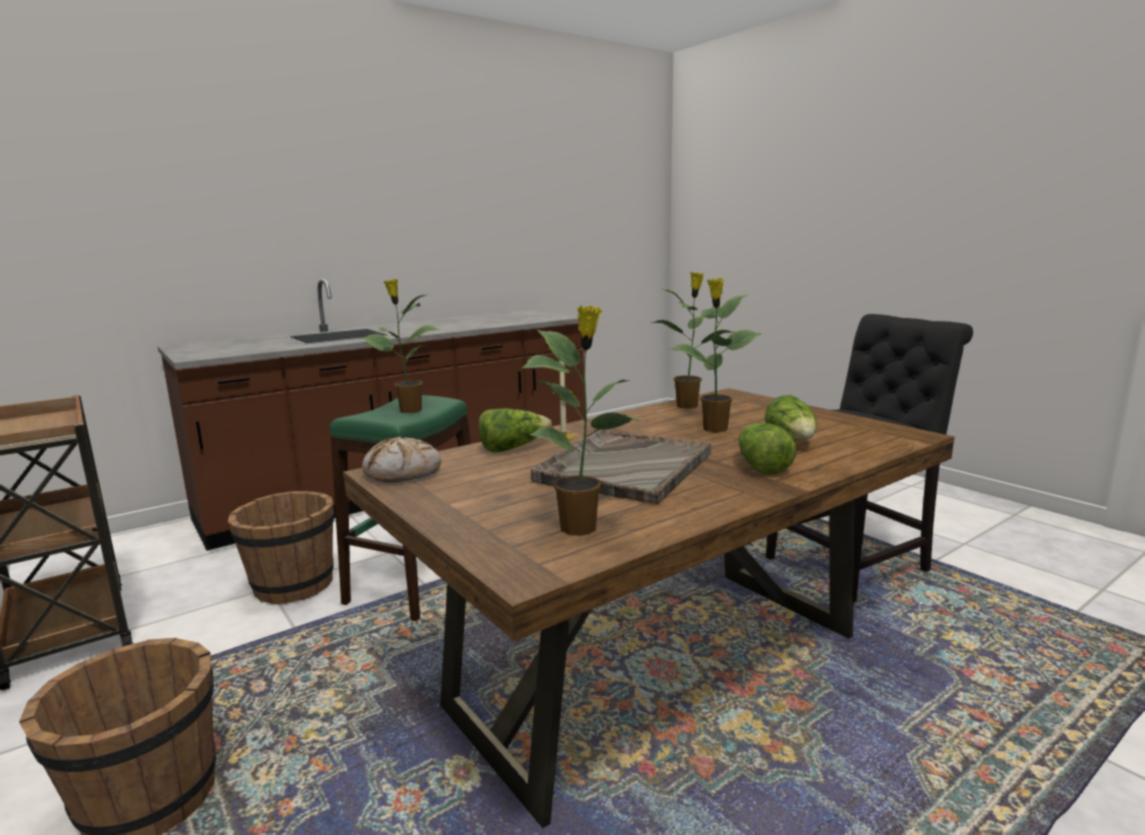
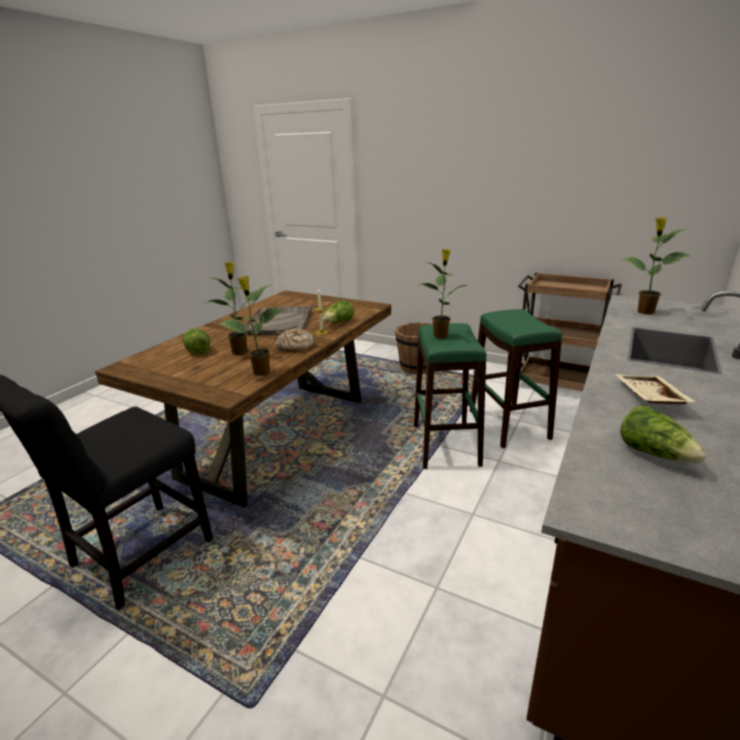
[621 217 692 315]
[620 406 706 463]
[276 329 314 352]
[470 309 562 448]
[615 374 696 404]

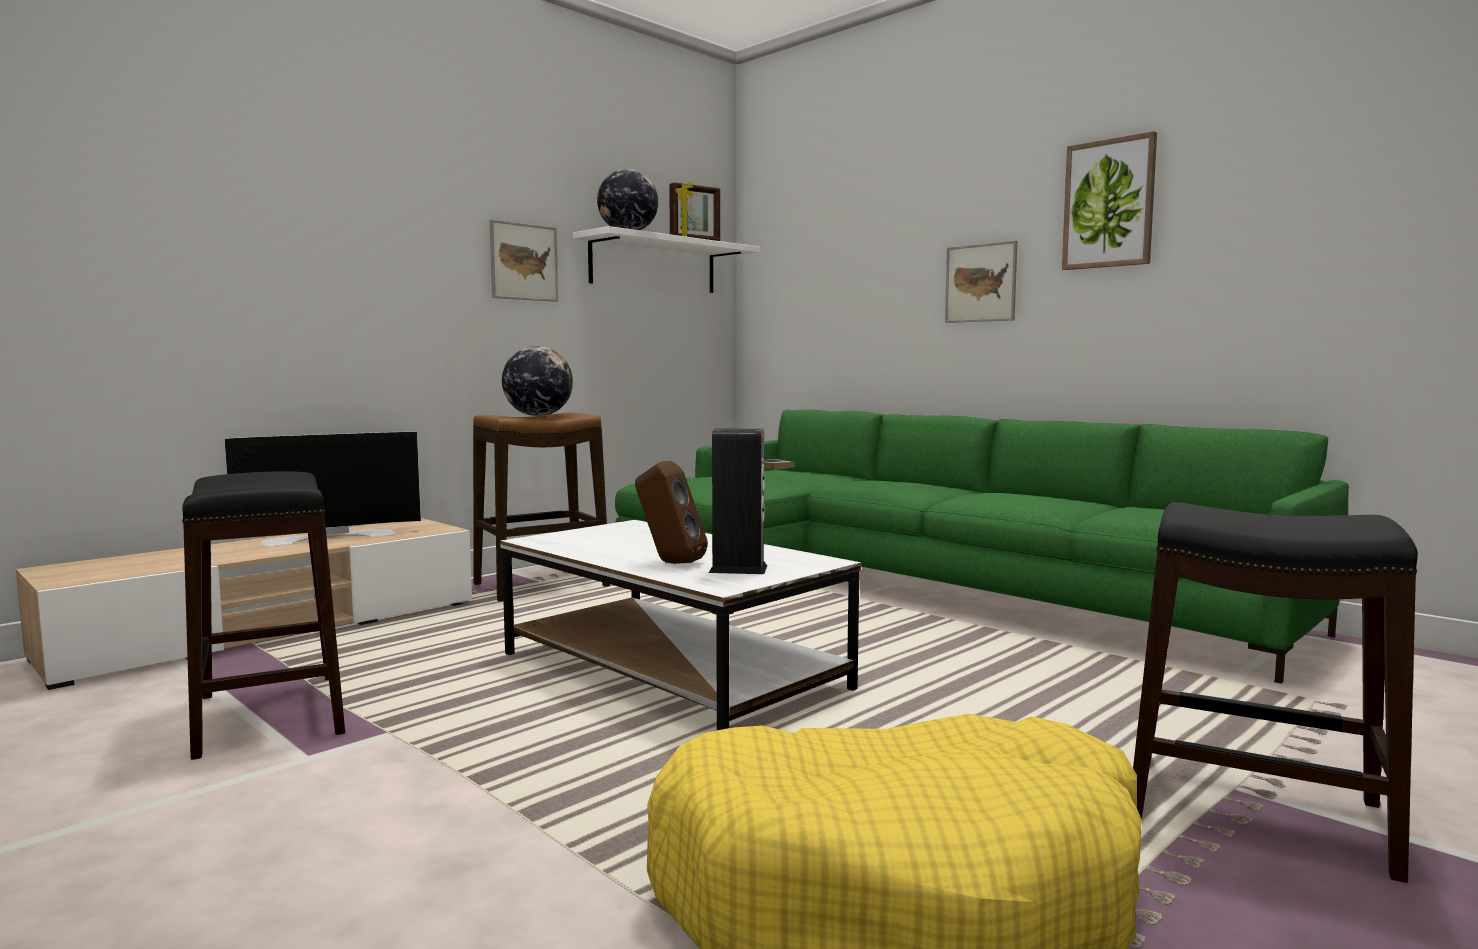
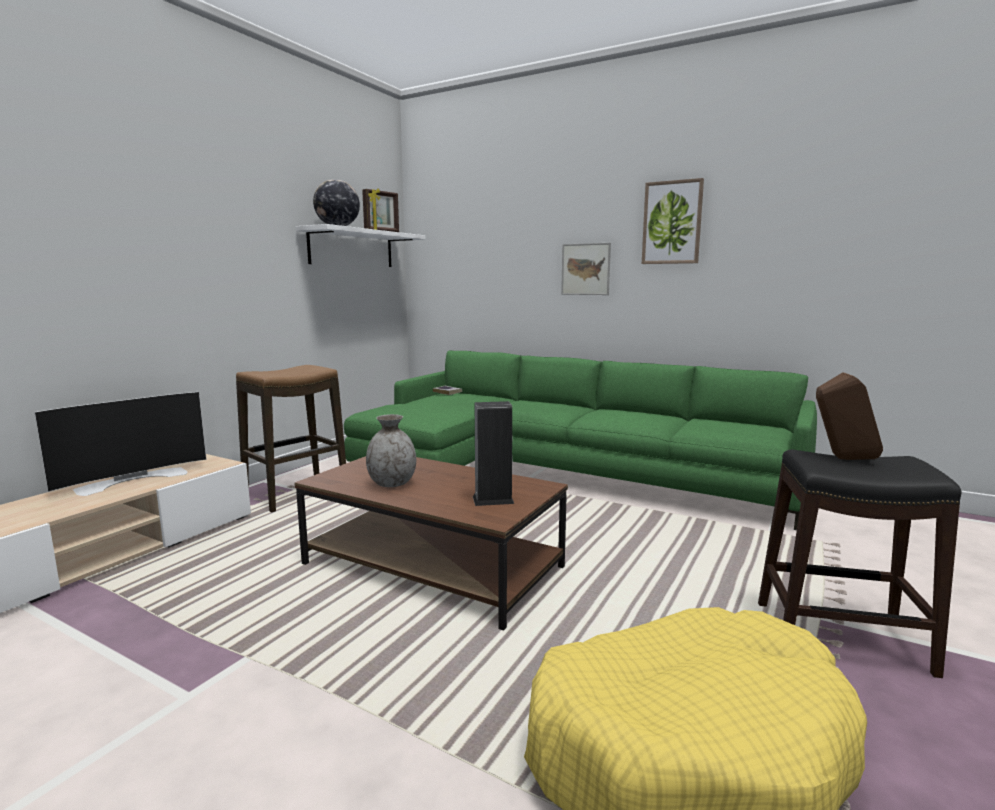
[490 219 558 302] (first image)
[502 346 573 416] (first image)
[816 372 883 460]
[182 471 345 760] (first image)
[295 456 568 631]
[366 414 416 487]

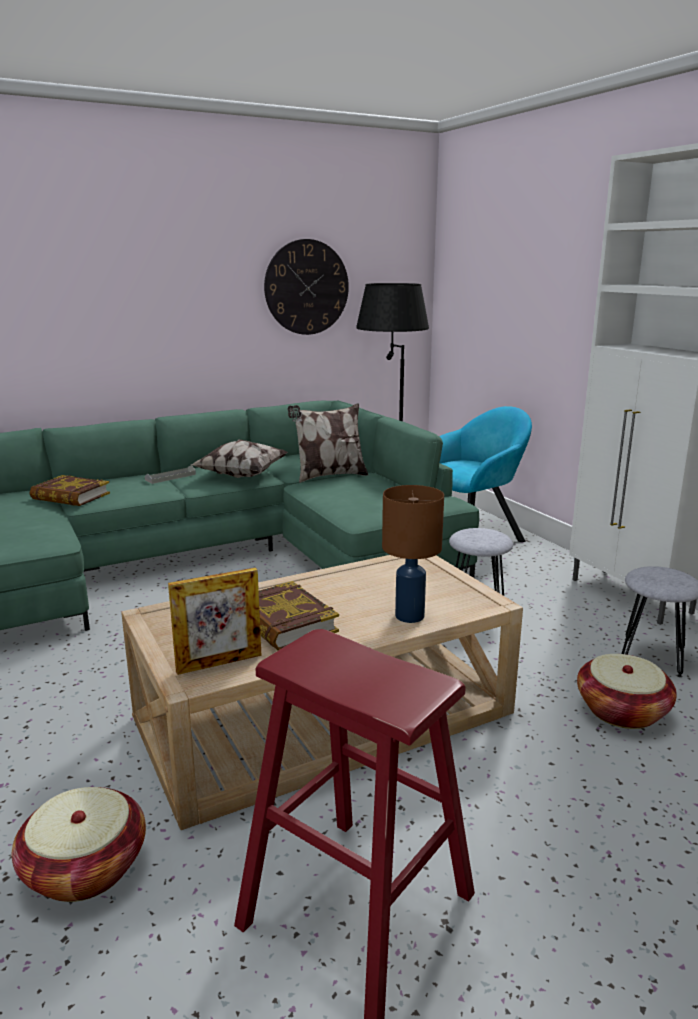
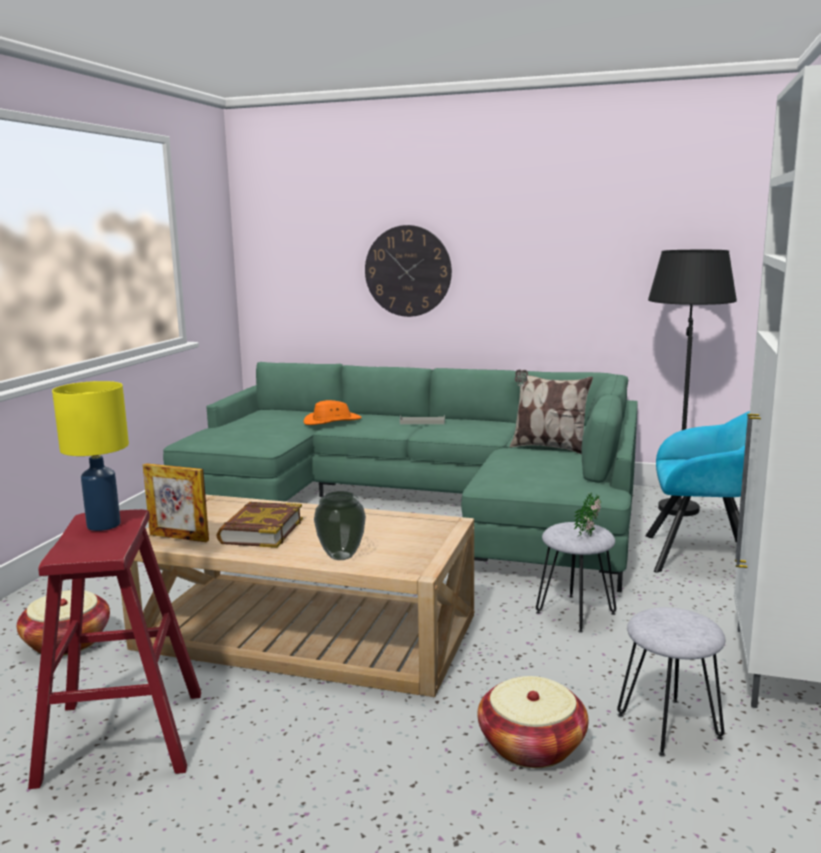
[365 225 452 317]
[191 440 288 478] (first image)
[304 400 362 425]
[314 491 366 560]
[52 381 129 531]
[574 493 601 537]

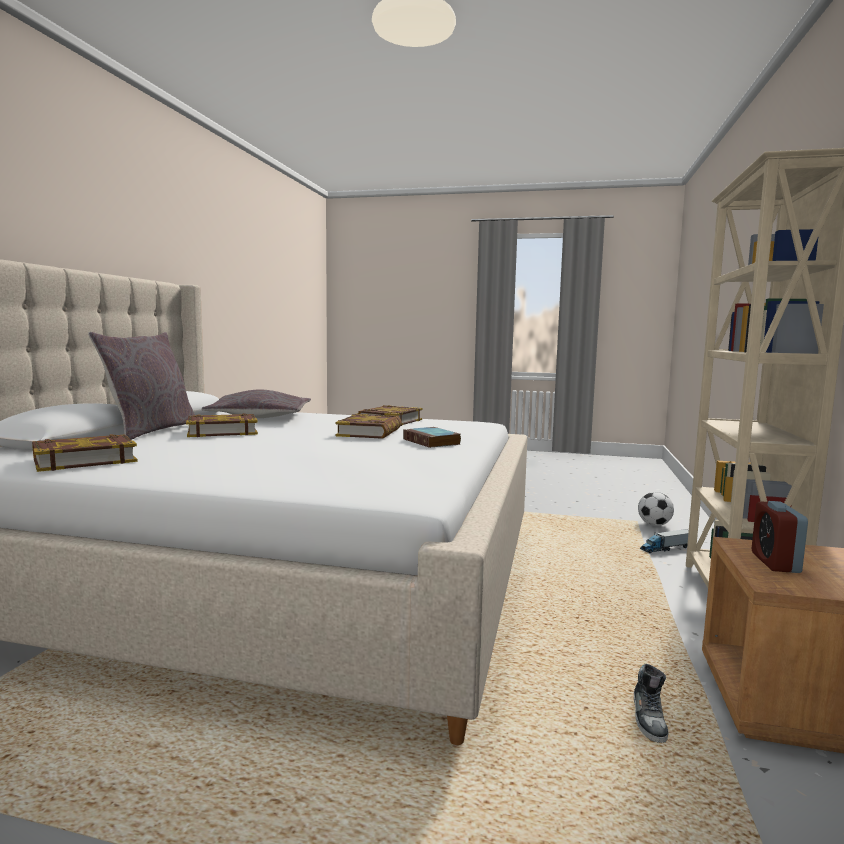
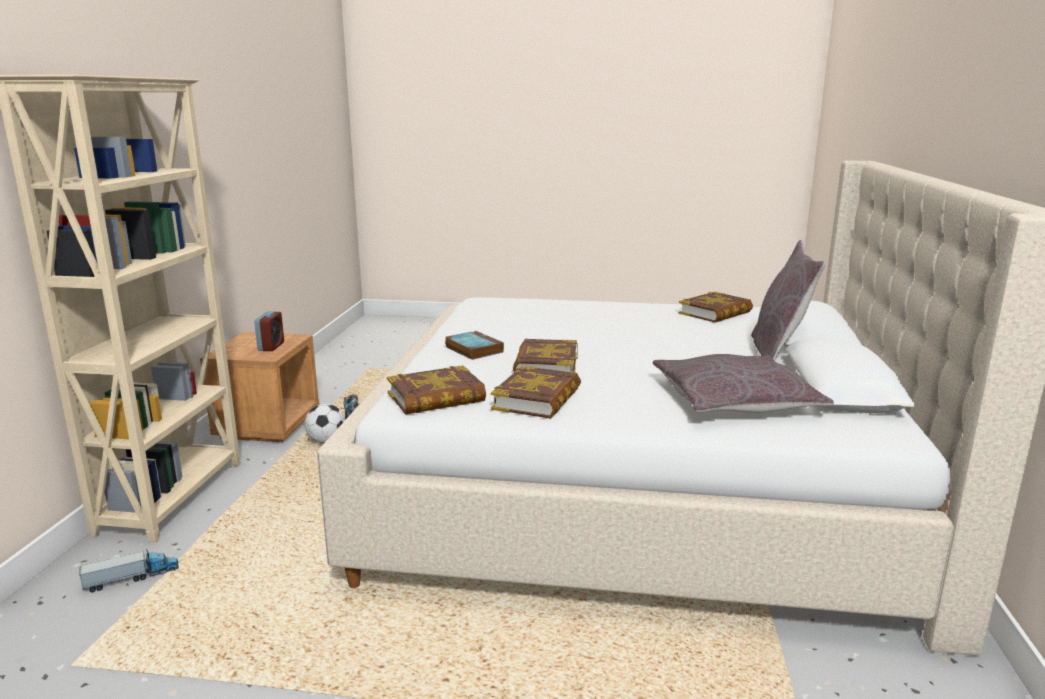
[387 365 486 415]
[305 404 345 444]

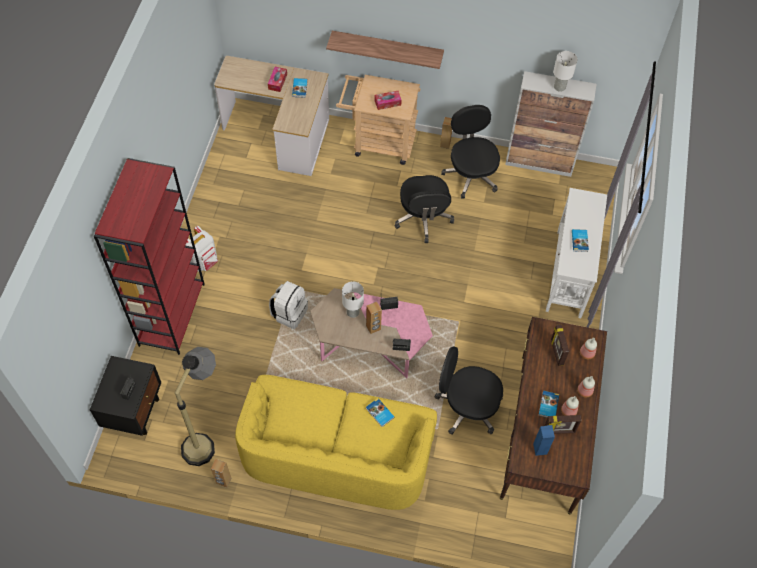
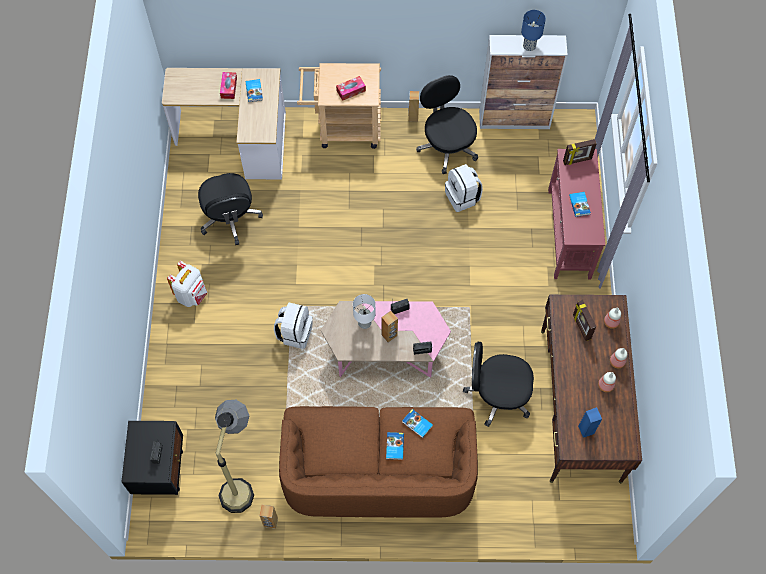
[326 31 444 69] (first image)
[521 10 546 51]
[94 158 205 355] (first image)
[198 173 263 245]
[548 149 605 279]
[279 406 478 518]
[386 432 404 460]
[563 139 597 165]
[445 164 483 212]

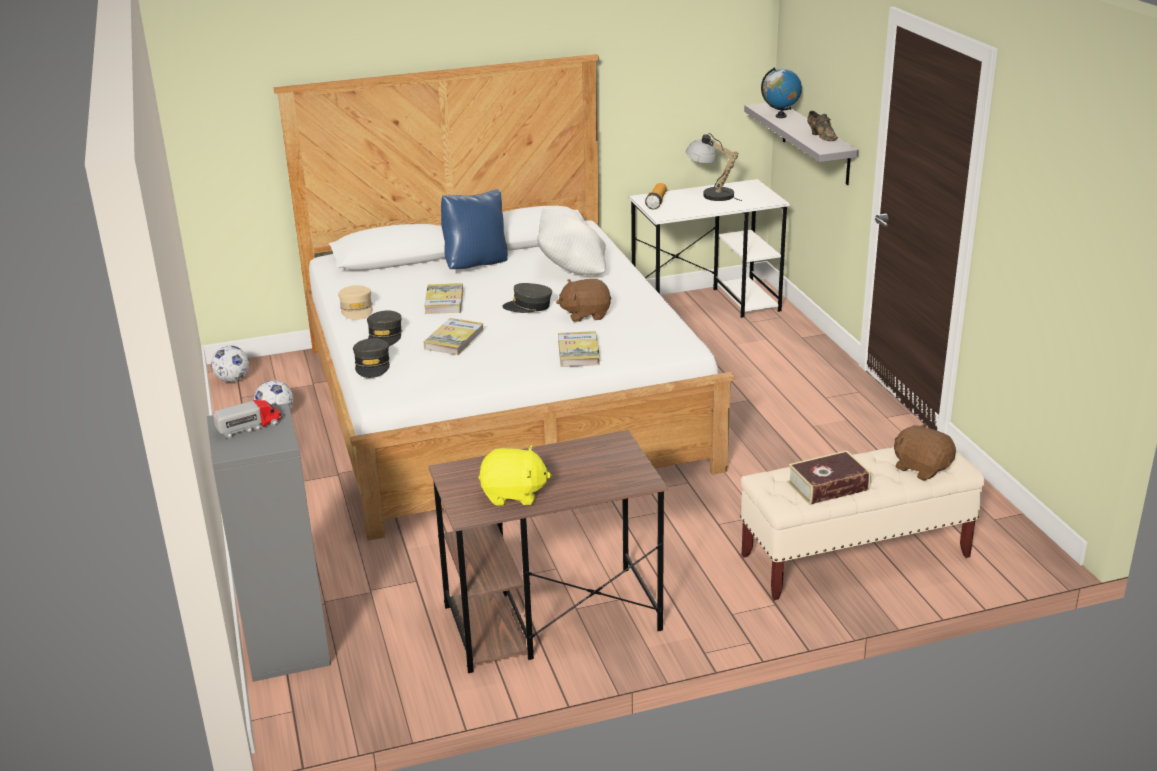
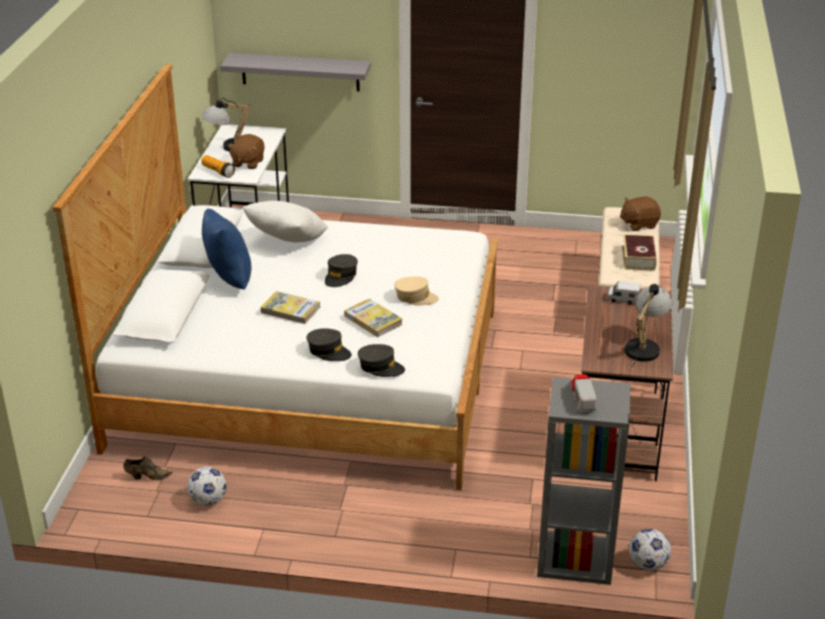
[761 67 802 118] (first image)
[123 457 172 480]
[228 134 265 169]
[394 276 439 306]
[558 331 600 367] (first image)
[629 529 671 571]
[624 284 672 367]
[607 281 641 304]

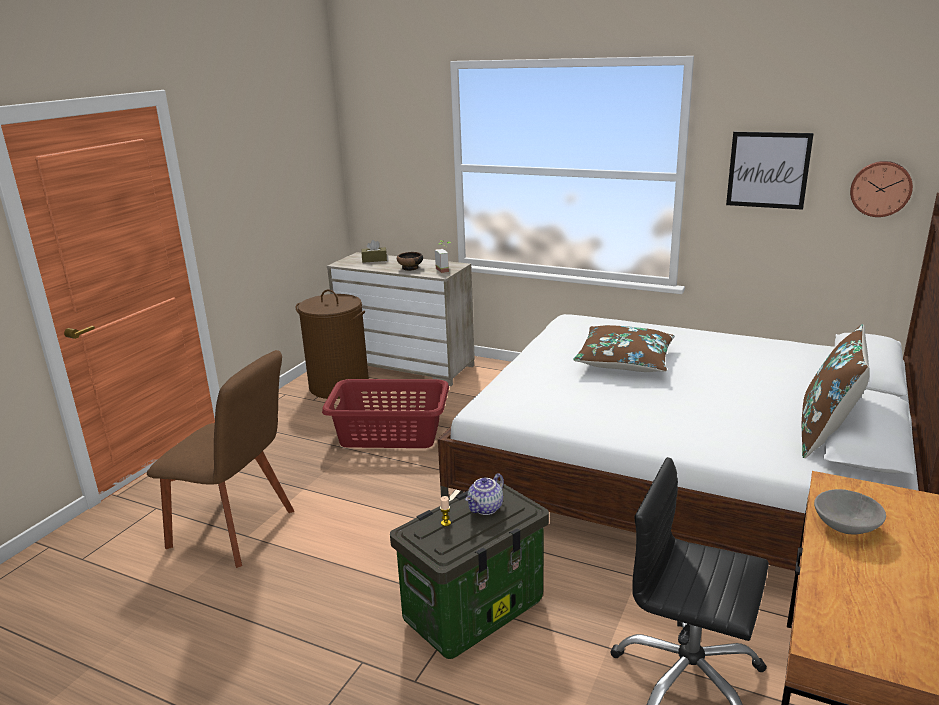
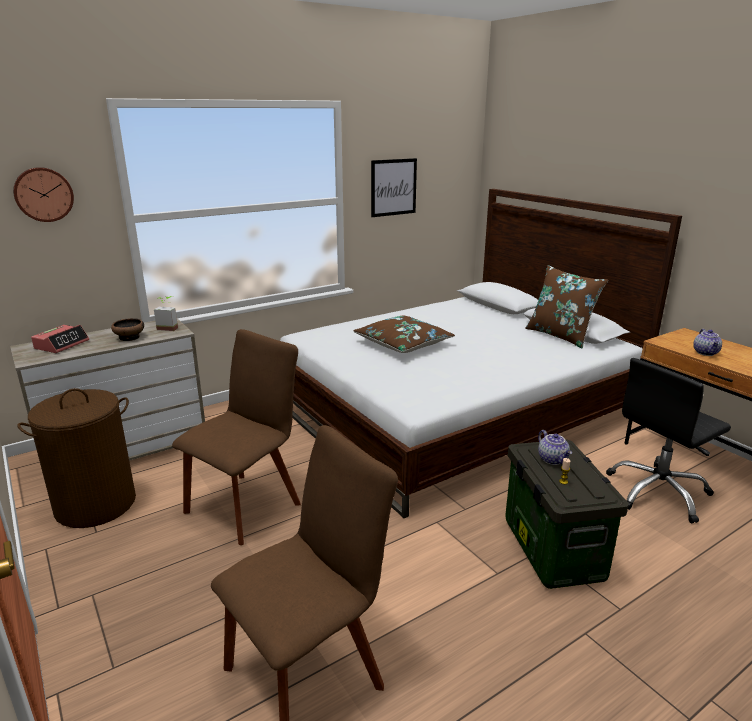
[13 167 74 222]
[31 325 89 353]
[172 329 301 545]
[693 329 722 356]

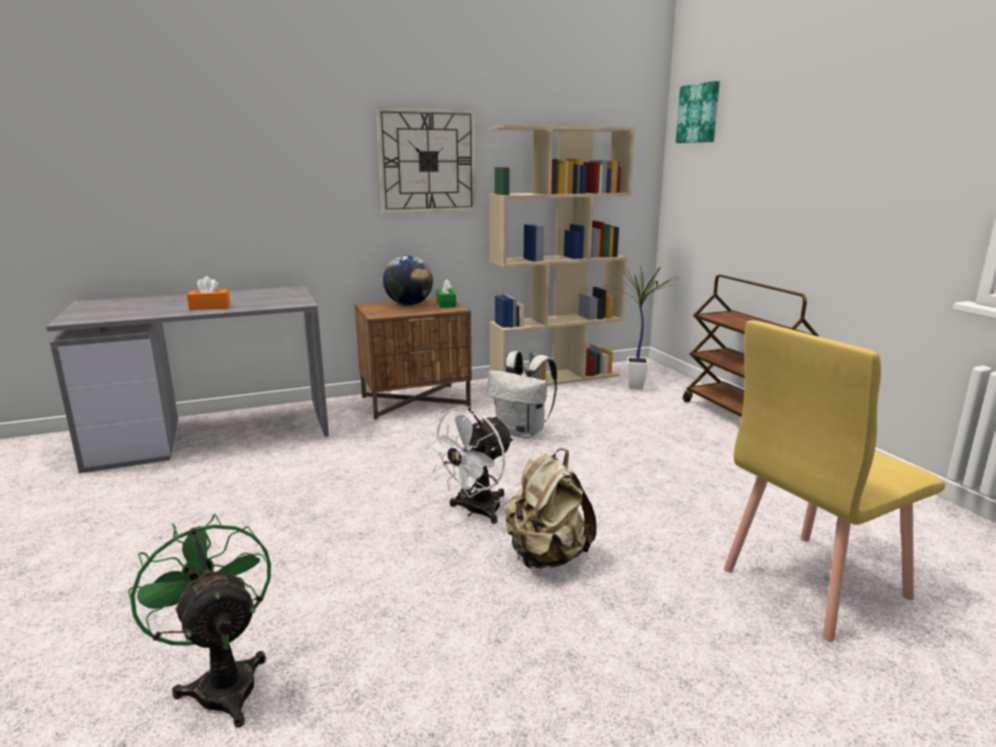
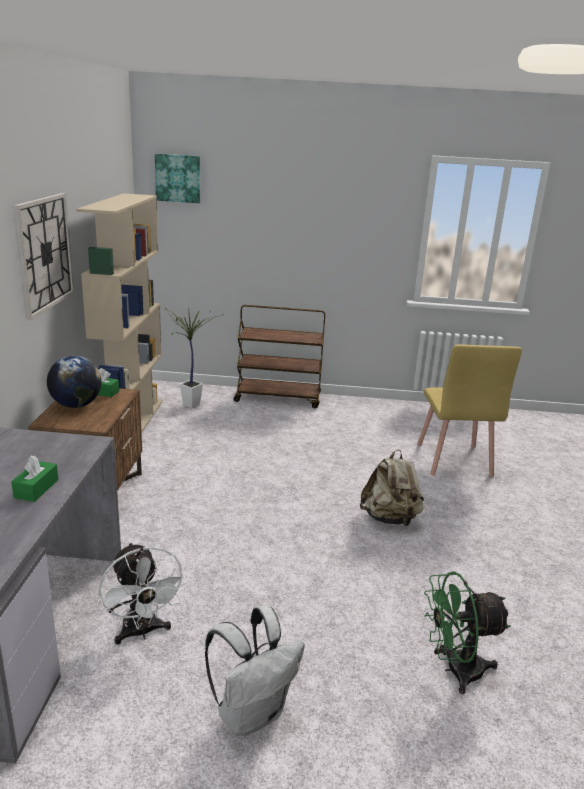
[11 455 58 502]
[205 605 305 736]
[99 542 187 645]

